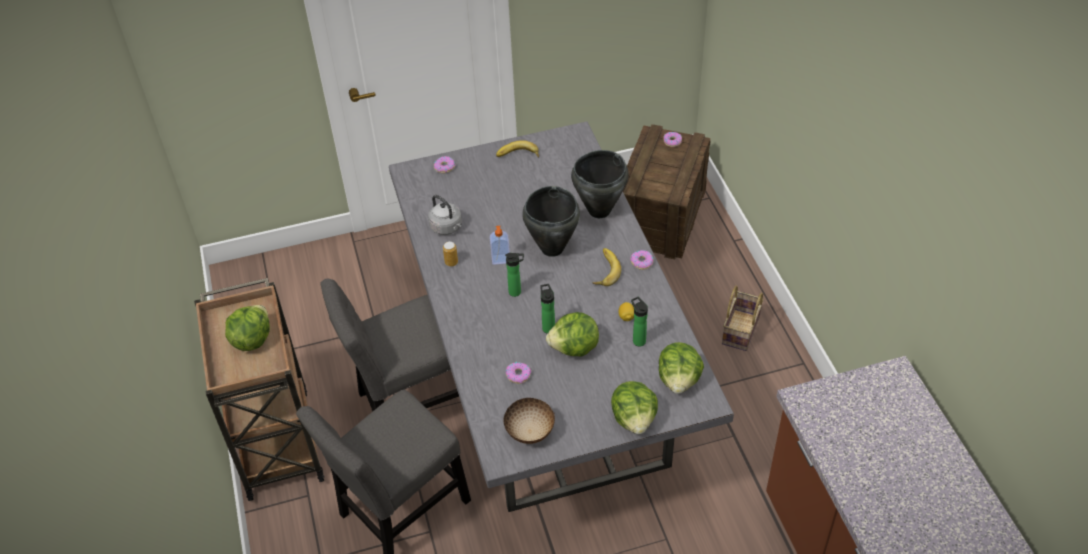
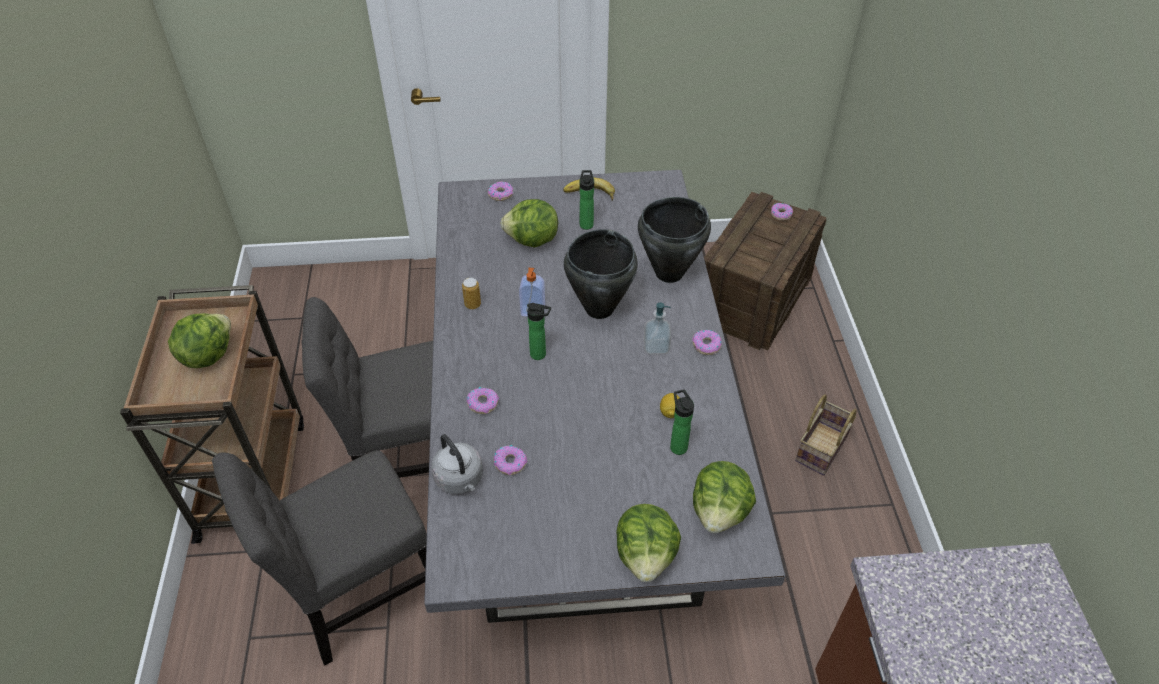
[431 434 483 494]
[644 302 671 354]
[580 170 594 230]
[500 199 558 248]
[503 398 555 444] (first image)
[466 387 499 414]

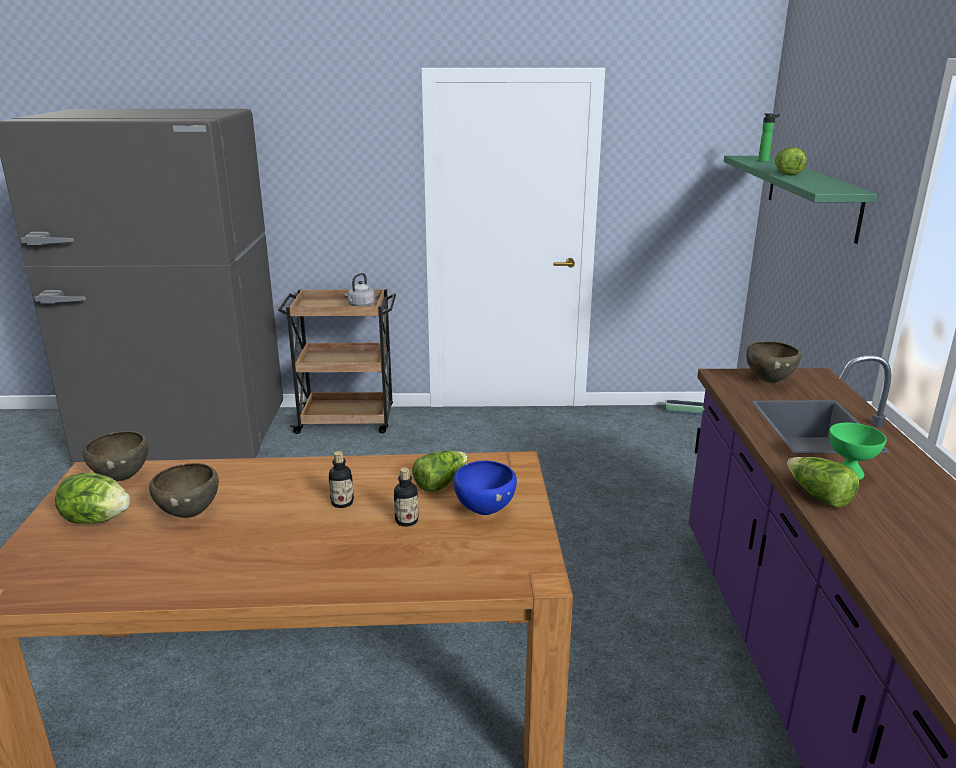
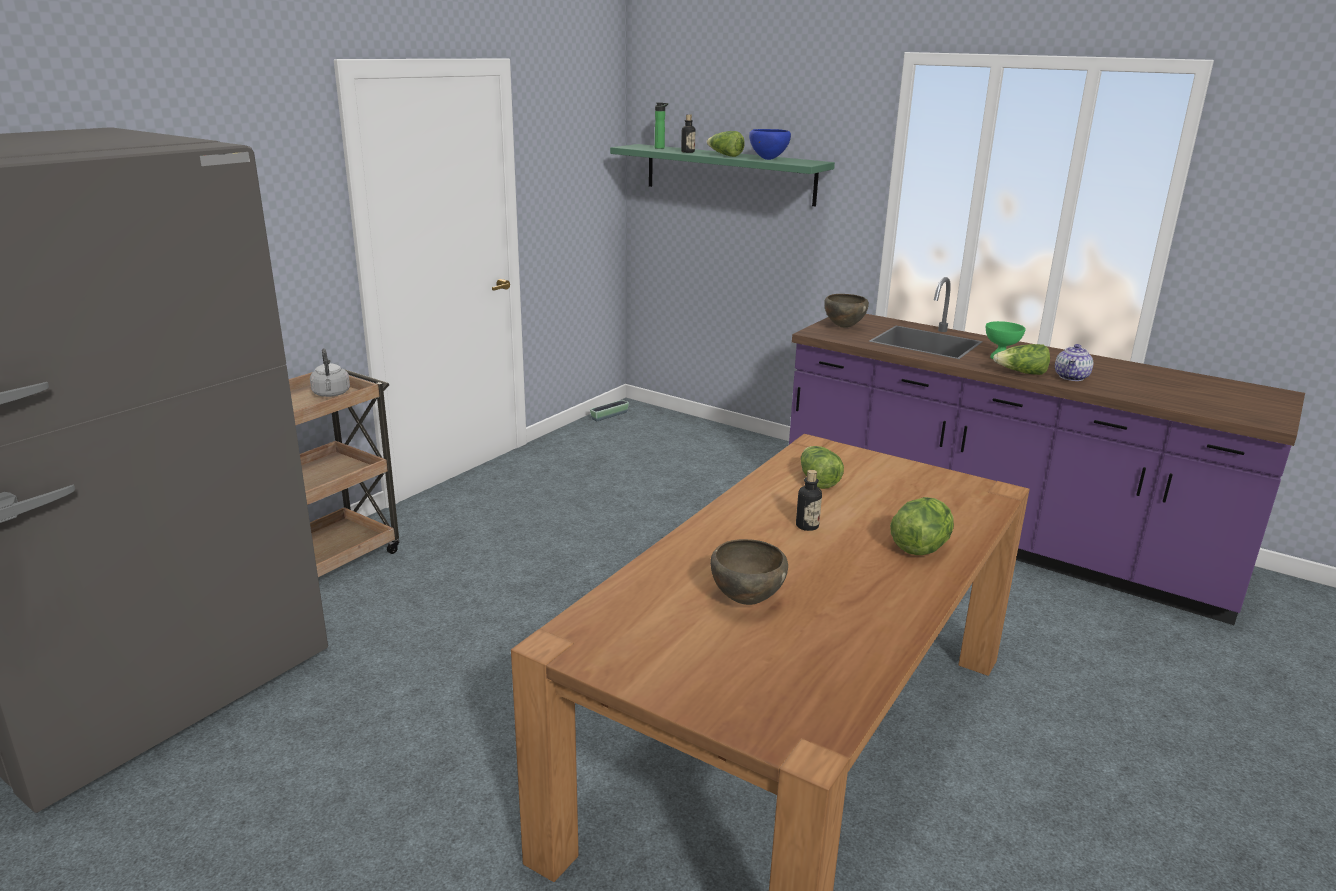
[83 431 149 481] (first image)
[749 129 791 160]
[681 114 695 153]
[890 497 954 555]
[1055 344 1093 381]

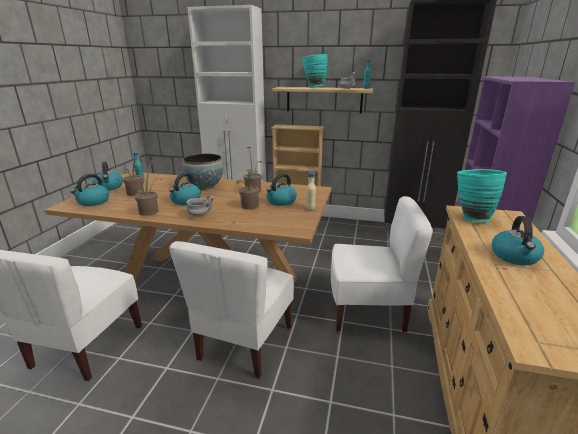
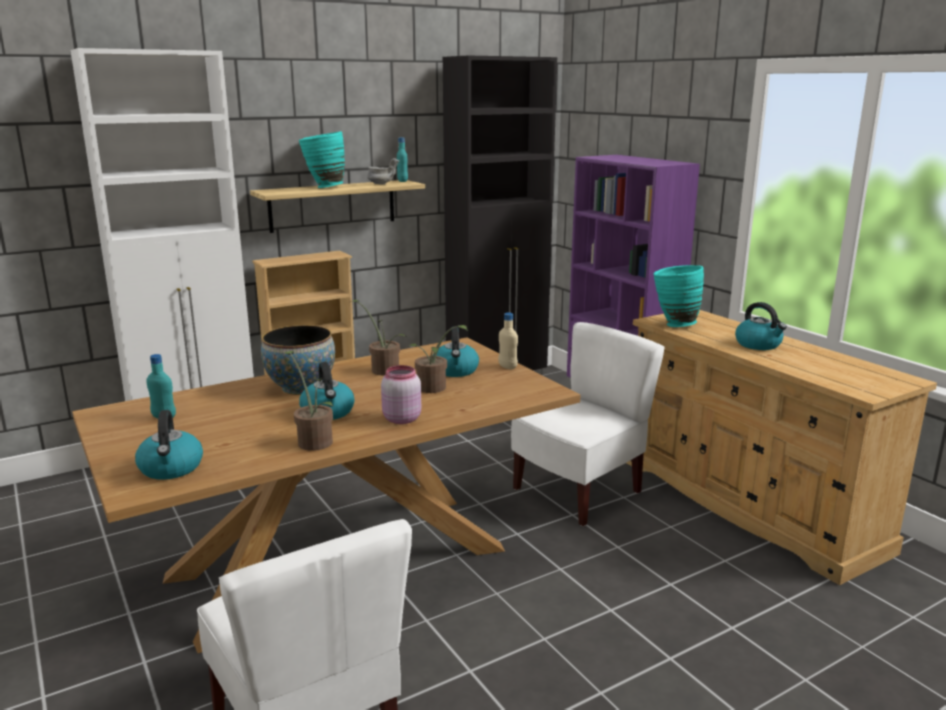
[123 157 144 196] (first image)
[93 162 123 191] (first image)
[381 365 421 424]
[169 241 294 379] (first image)

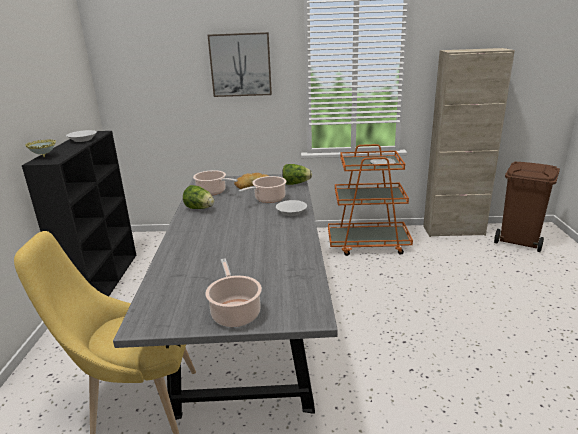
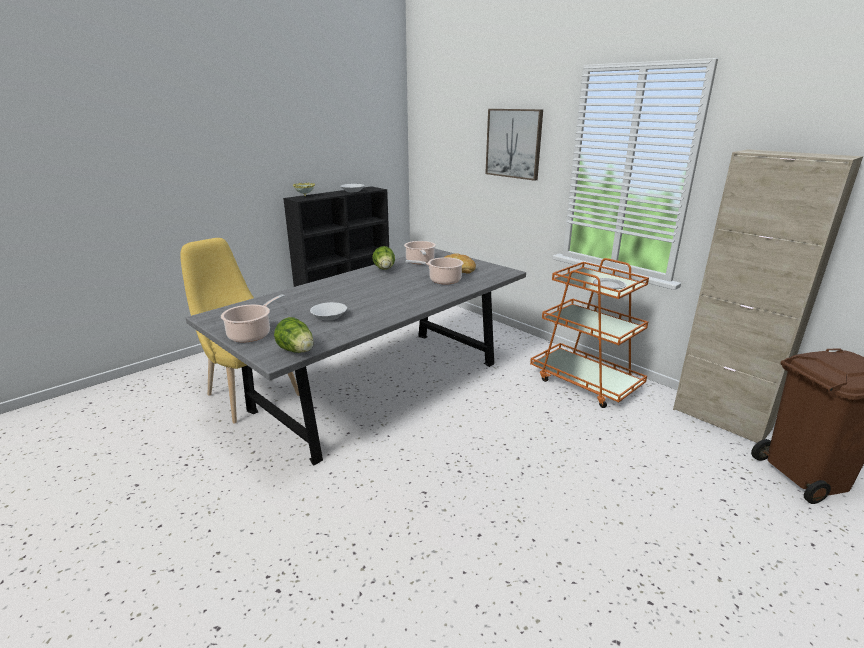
[274 317 314 353]
[310 302 347 321]

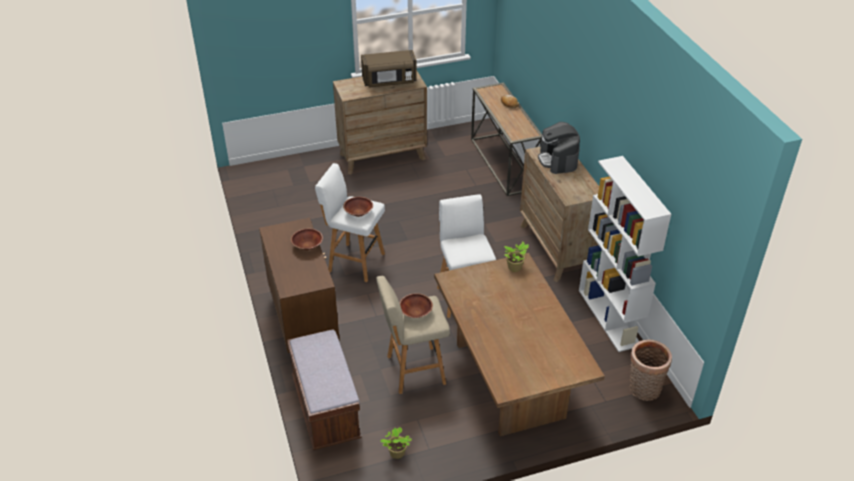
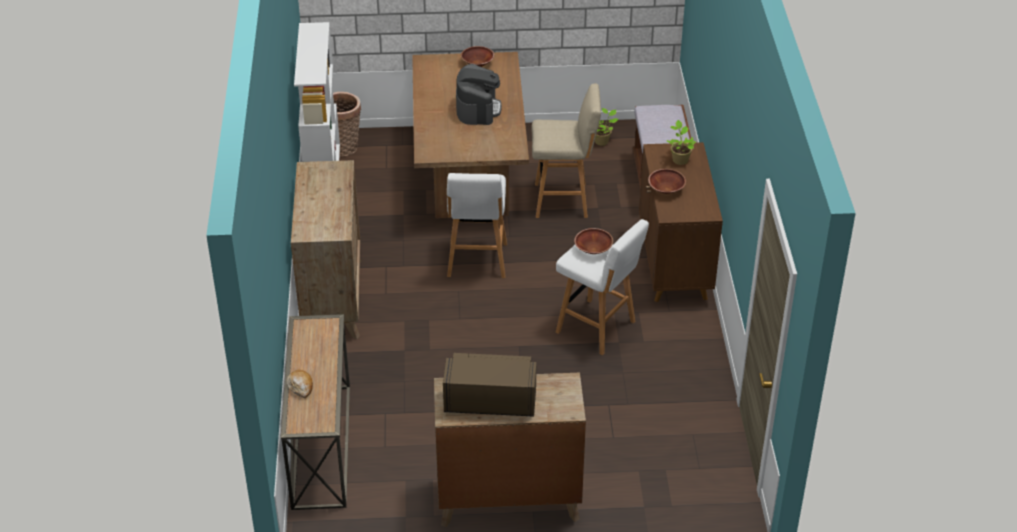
[456 64 502 125]
[667 120 696 165]
[461 46 494 67]

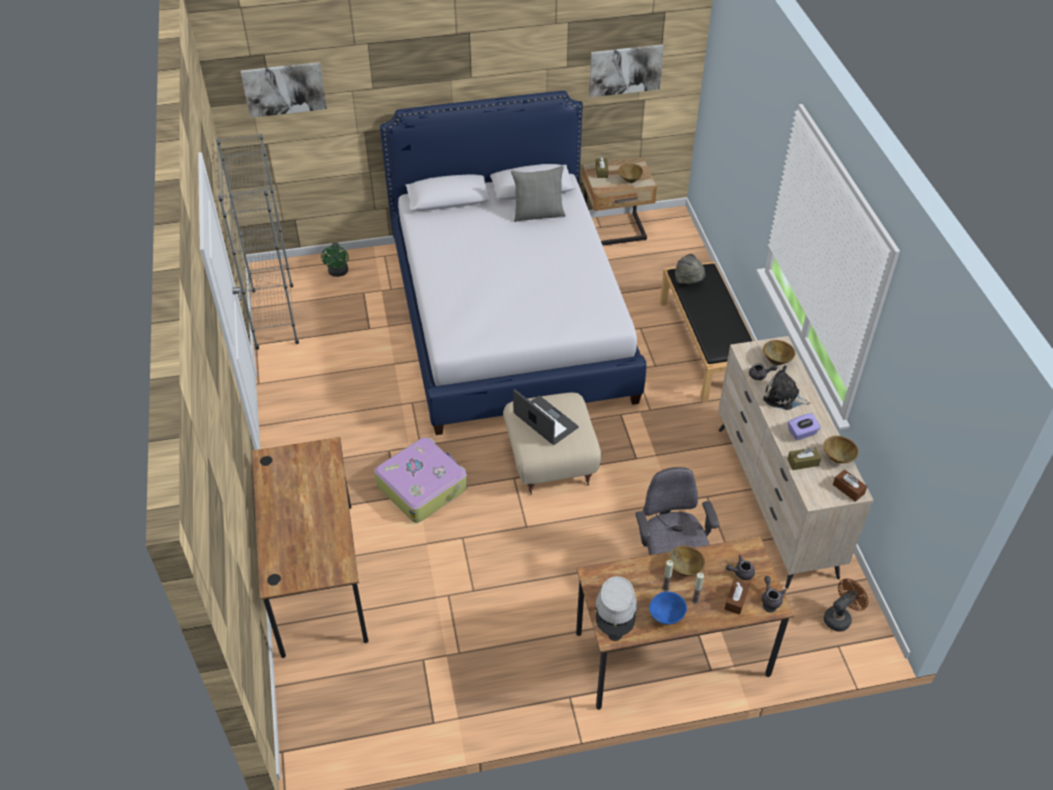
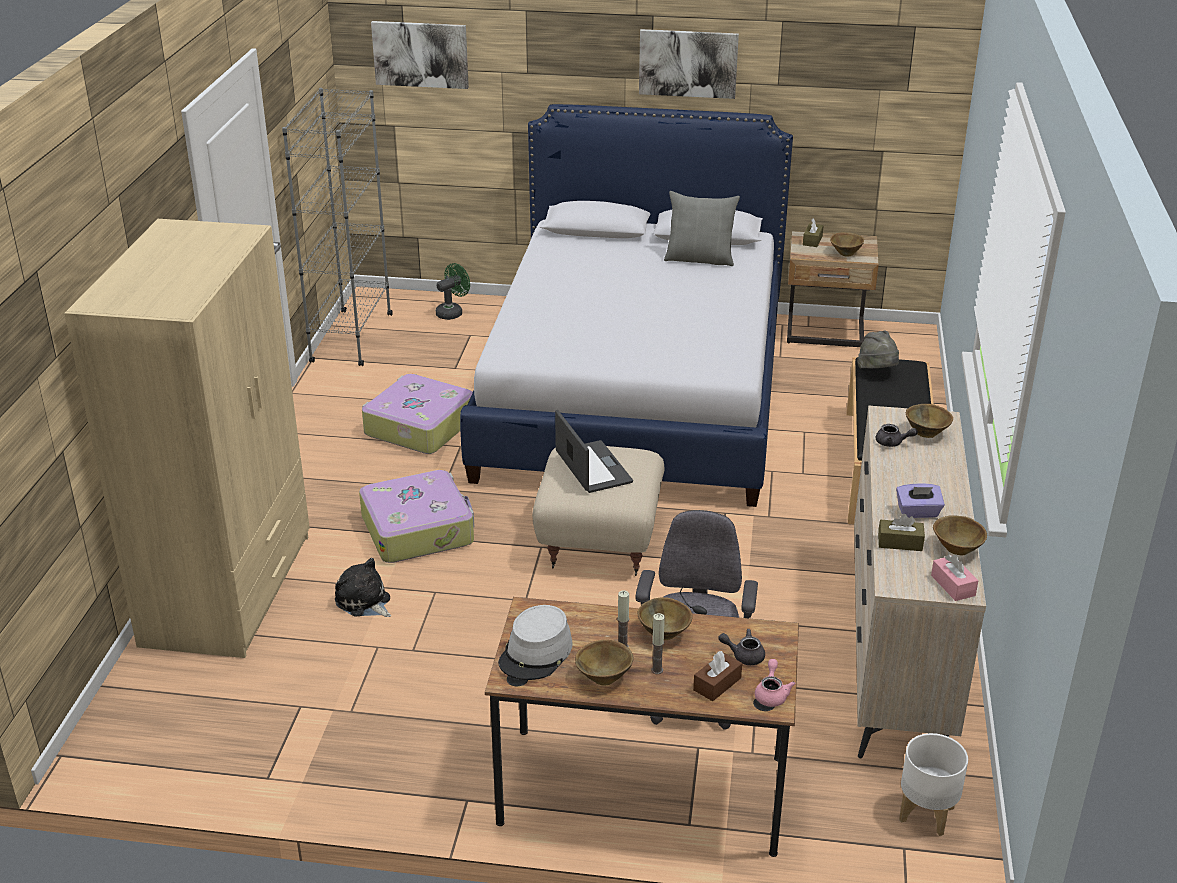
[639 29 739 99]
[436 263 470 320]
[335 558 391 617]
[64 219 310 658]
[931 555 978 601]
[755 659 796 707]
[899 733 968 836]
[575 640 634 685]
[362 374 473 454]

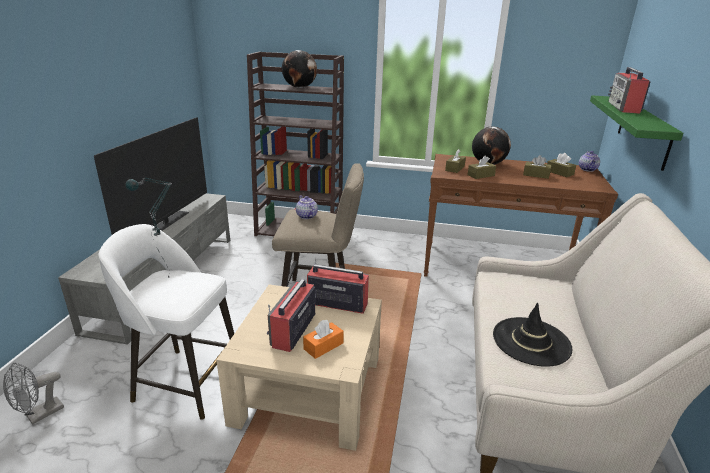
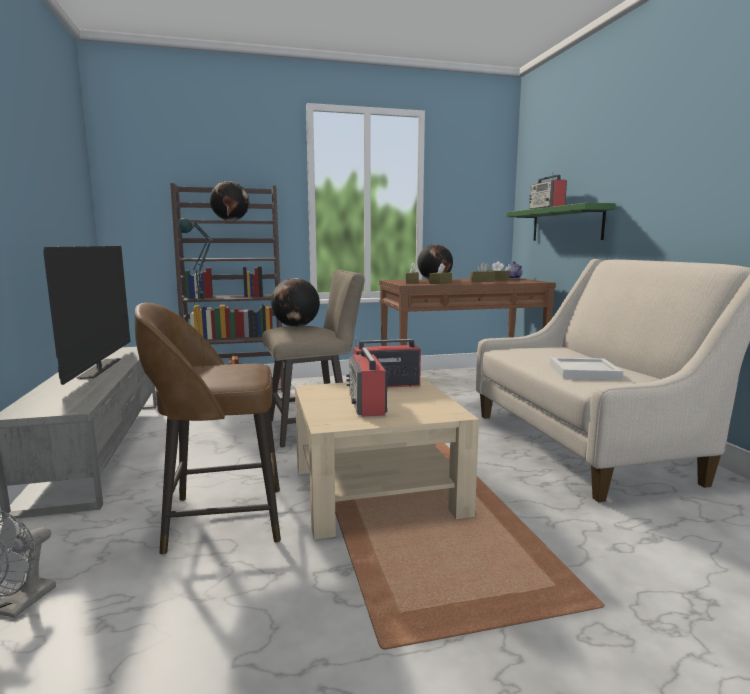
[271 278 320 327]
[135 303 281 555]
[550 357 623 379]
[303 320 344 359] (first image)

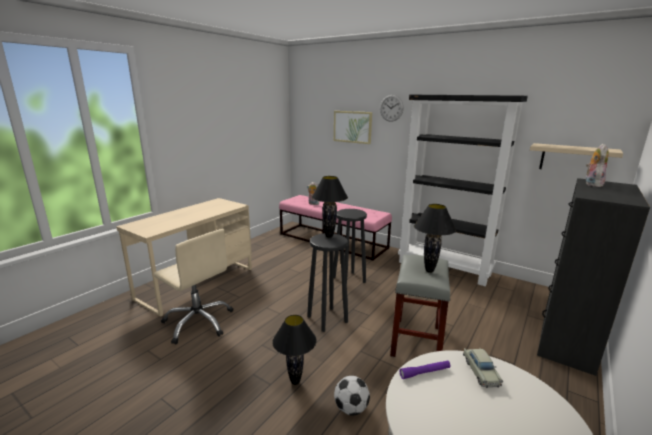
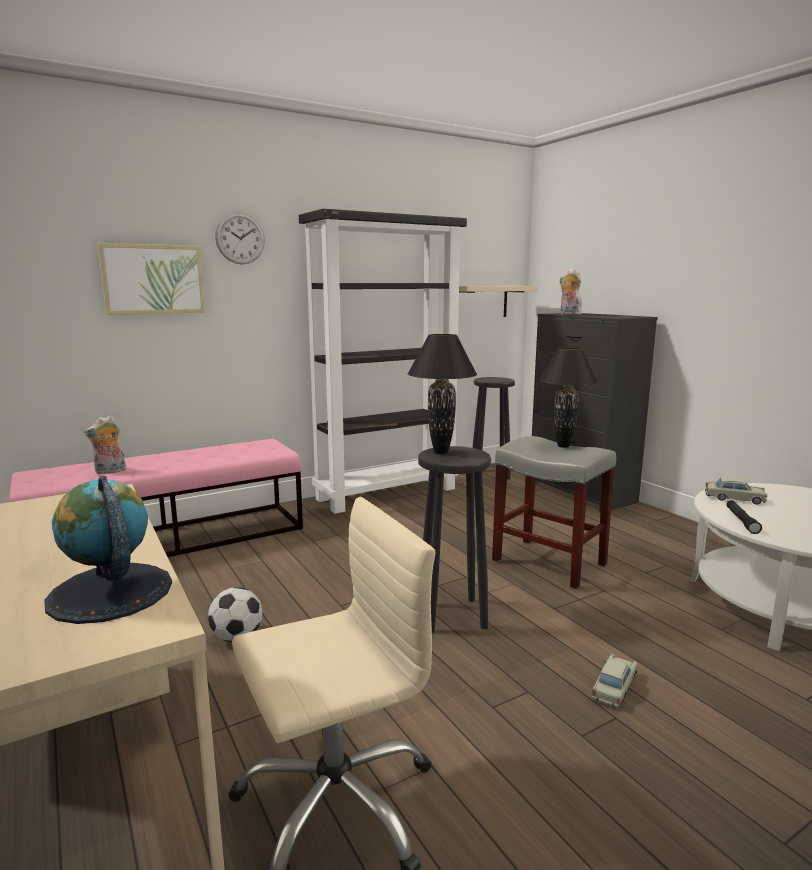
[473 377 515 480]
[591 654 638 708]
[726 500 762 534]
[208 587 262 642]
[44 475 172 624]

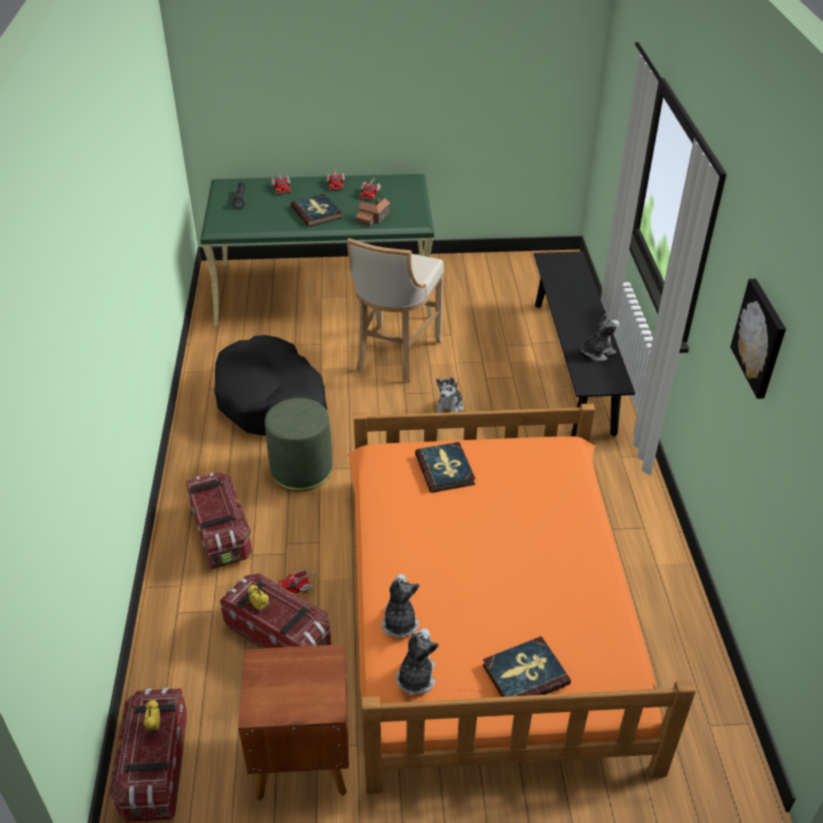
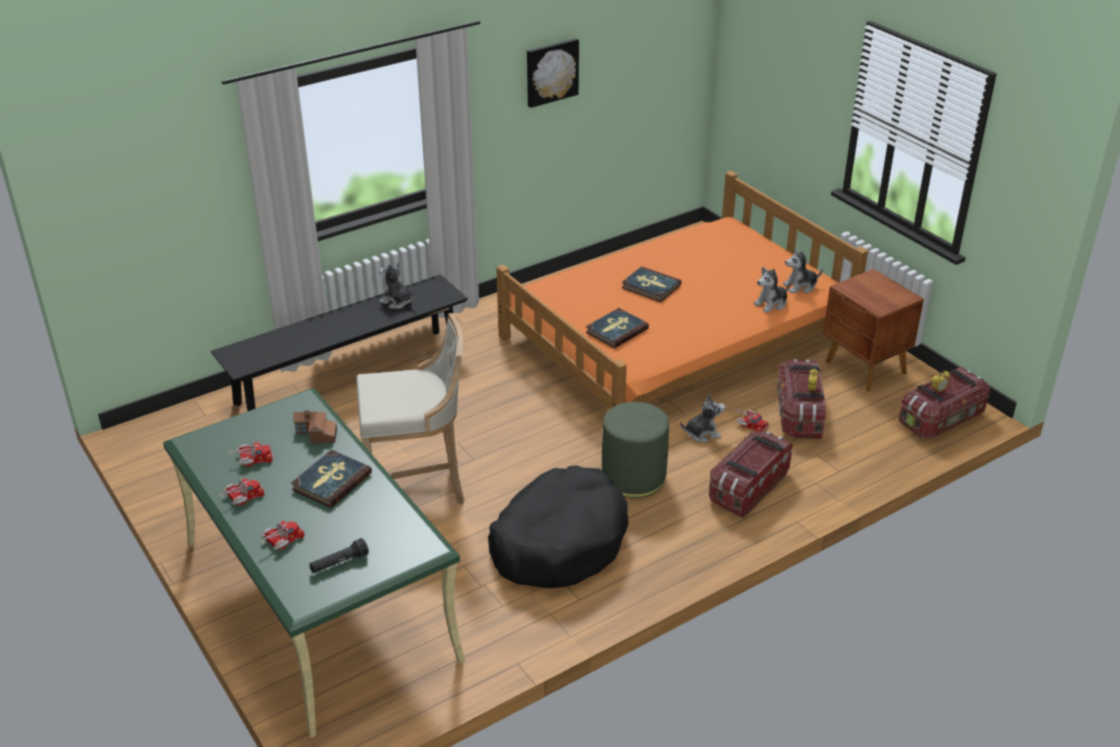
[680 394 725 442]
[621 266 681 302]

